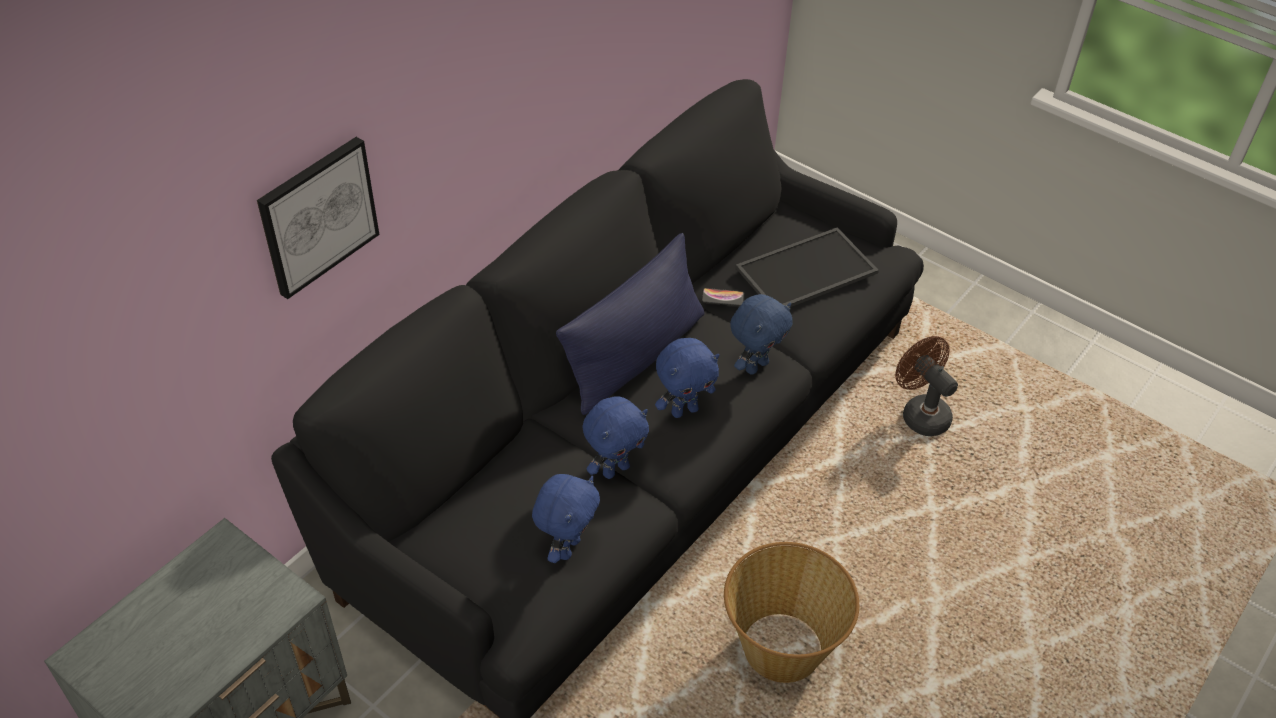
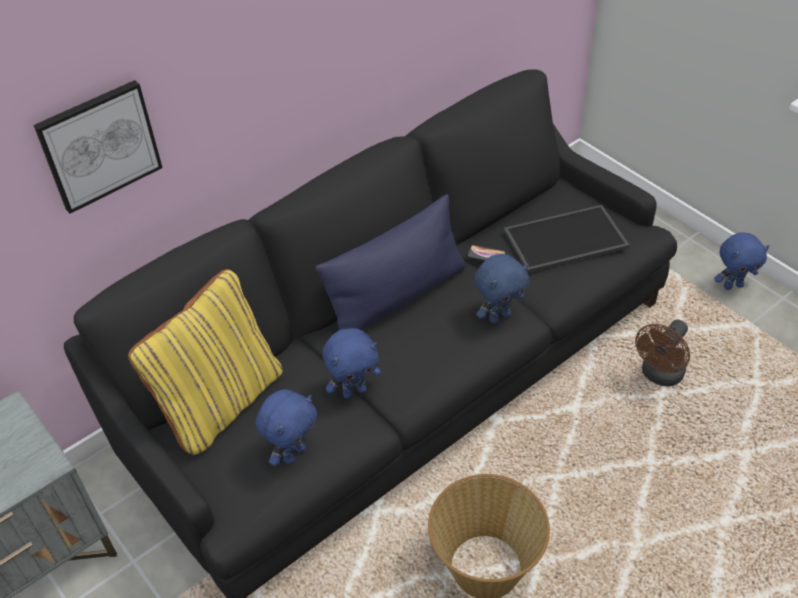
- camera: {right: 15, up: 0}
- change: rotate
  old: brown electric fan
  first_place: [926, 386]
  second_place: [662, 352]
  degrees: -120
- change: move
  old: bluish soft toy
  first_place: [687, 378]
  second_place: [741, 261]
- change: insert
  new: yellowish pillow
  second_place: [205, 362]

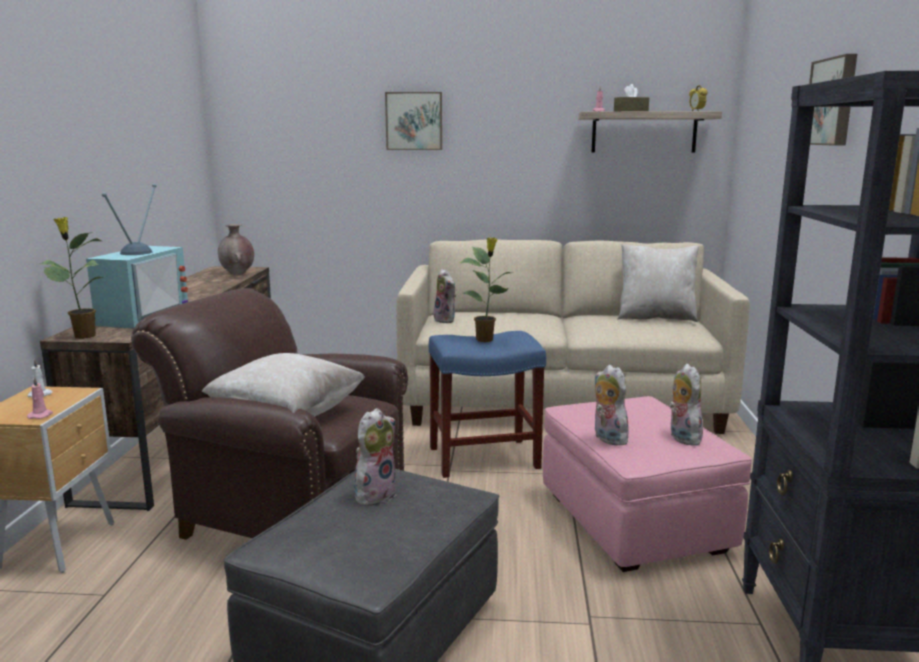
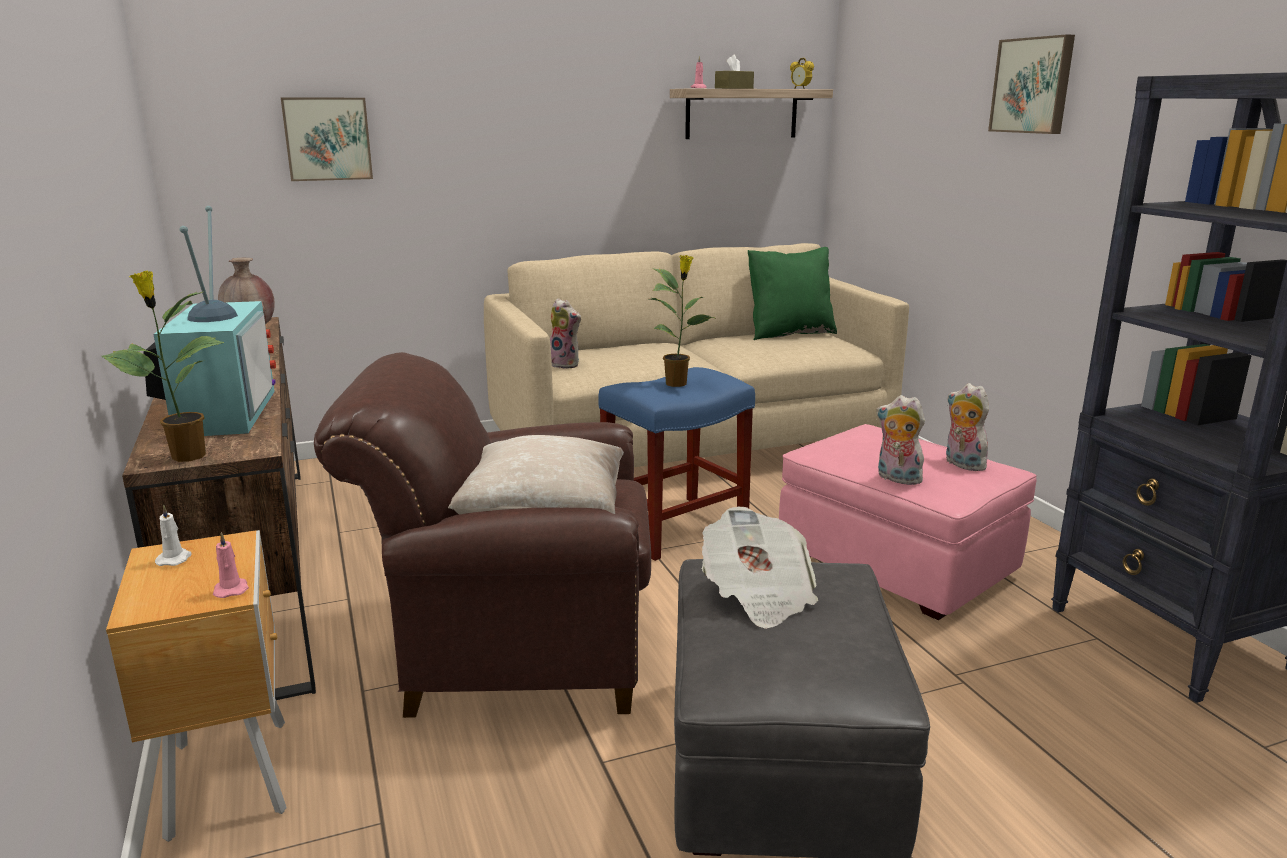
- camera: {right: -25, up: 5}
- change: move
  old: wall picture
  first_place: [413, 121]
  second_place: [327, 139]
- change: recolor
  old: sand-coloured pillow
  new: green pillow
  first_place: [658, 283]
  second_place: [792, 293]
- change: replace
  old: soft toy
  new: printed paper
  first_place: [375, 457]
  second_place: [760, 568]

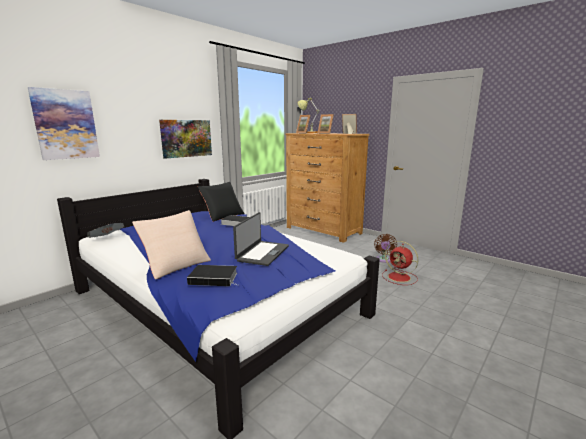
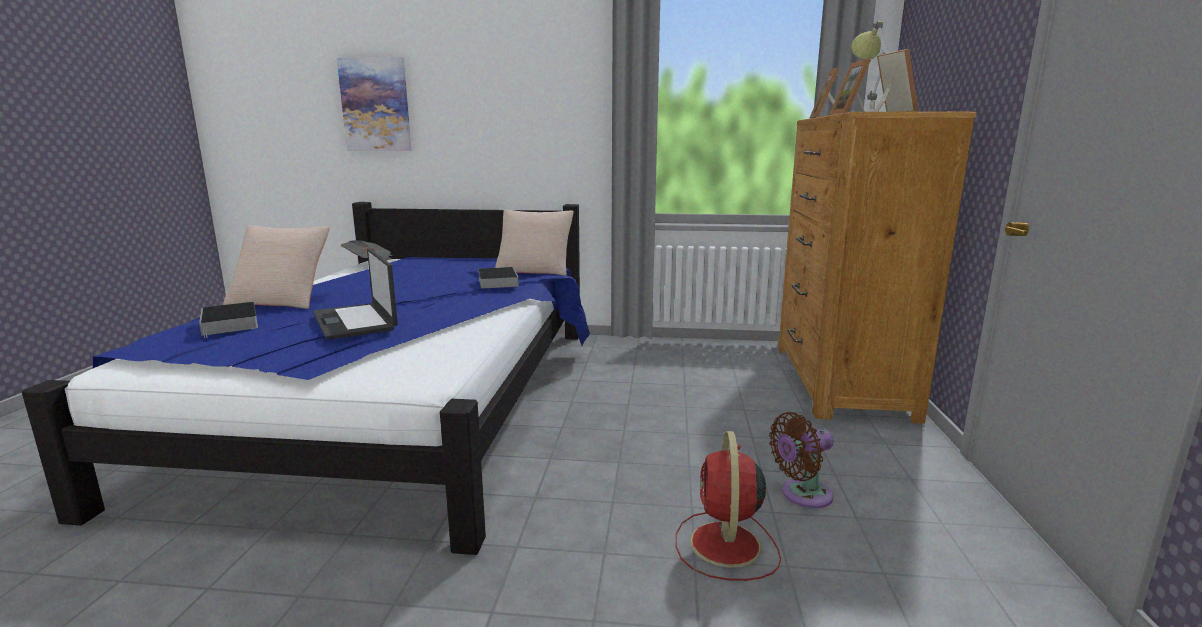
- camera: {right: 55, up: 0}
- change: delete
  old: wall picture
  first_place: [185, 139]
- change: recolor
  old: blackish pillow
  new: sand-coloured pillow
  first_place: [221, 202]
  second_place: [534, 243]
- change: rotate
  old: notebook computer
  first_place: [261, 239]
  second_place: [355, 294]
  degrees: 75

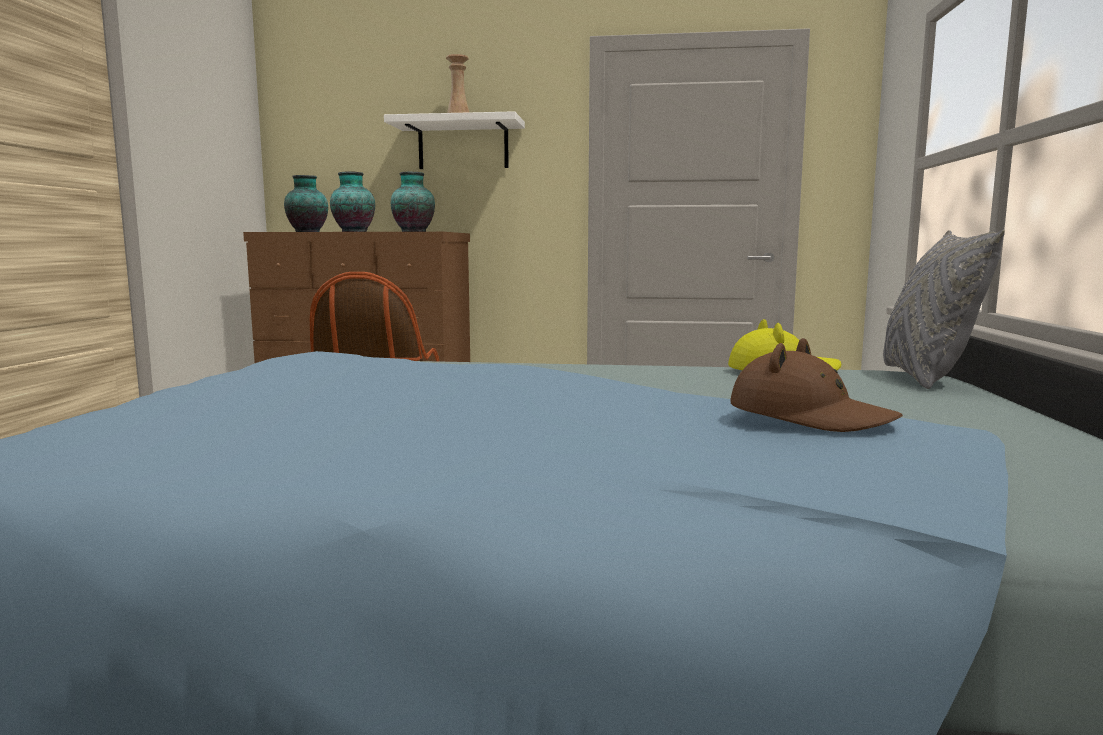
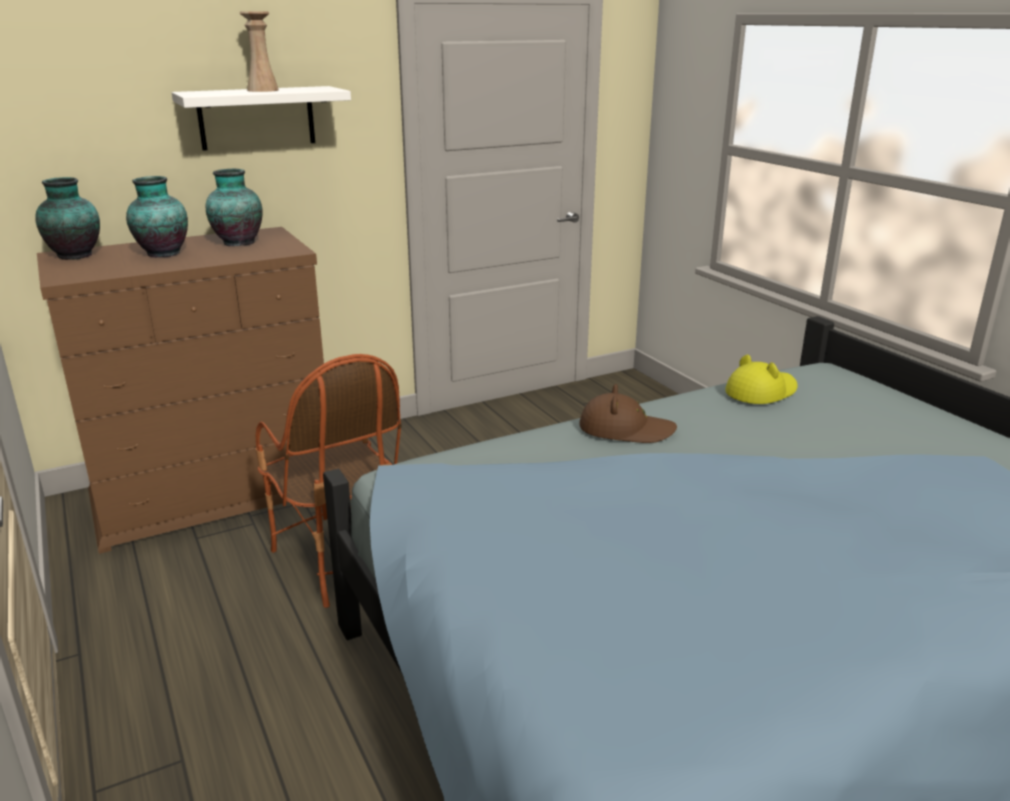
- camera: {right: -35, up: 15}
- change: delete
  old: greyish pillow
  first_place: [944, 309]
- change: move
  old: brown clothing hat
  first_place: [816, 385]
  second_place: [628, 413]

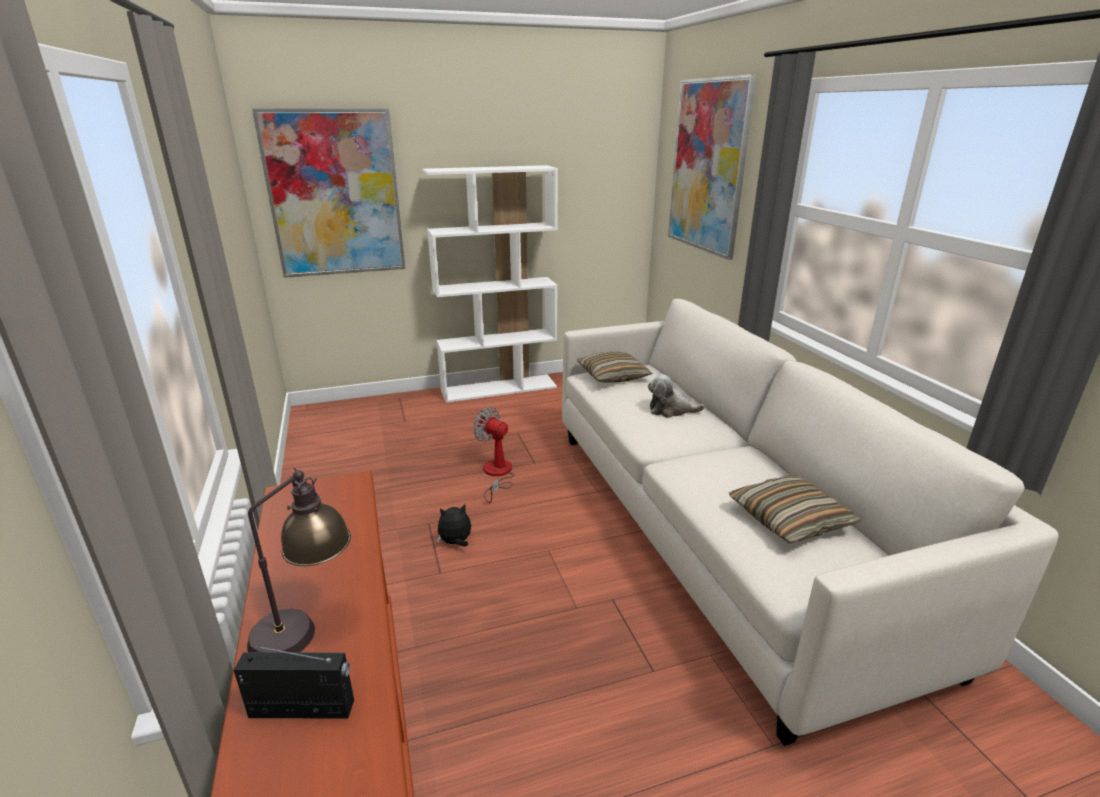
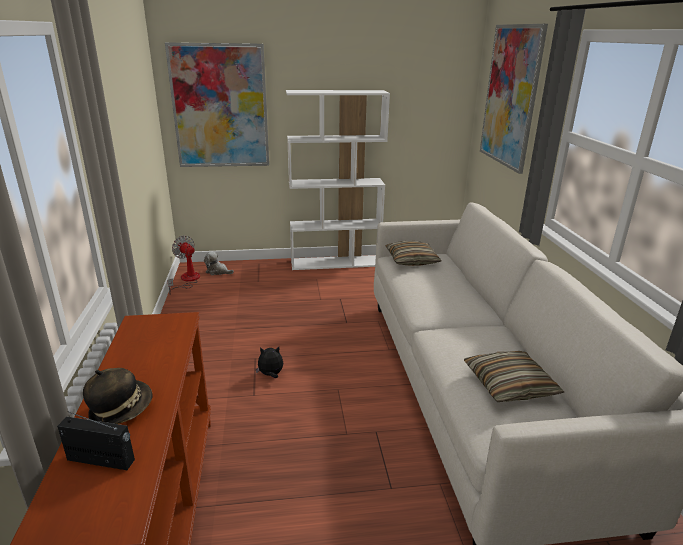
- camera: {right: 10, up: 0}
- change: move
  old: soft toy
  first_place: [676, 396]
  second_place: [219, 263]
- change: move
  old: electric fan
  first_place: [494, 455]
  second_place: [183, 265]
- change: replace
  old: lamp for a table
  new: clothing hat
  first_place: [299, 560]
  second_place: [118, 396]

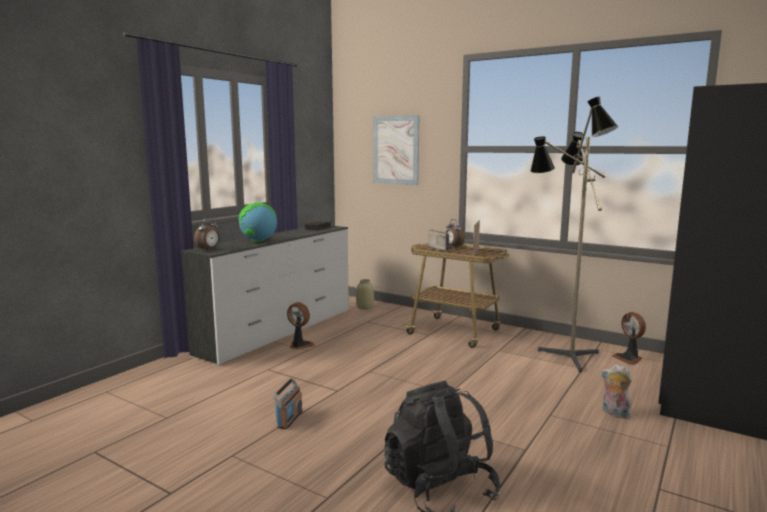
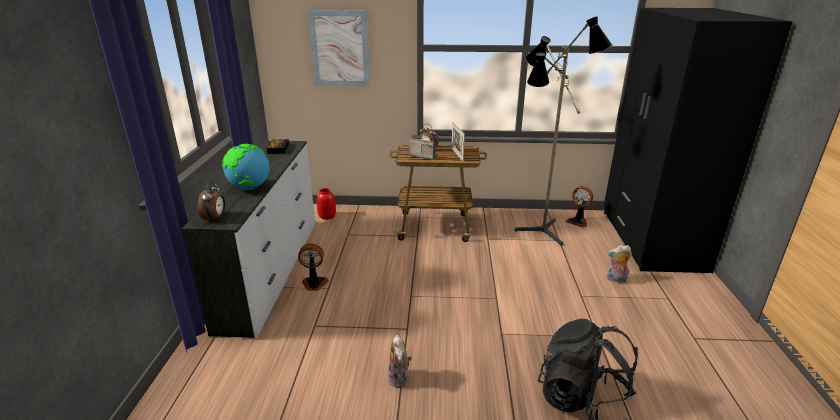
- camera: {right: -30, up: 15}
- change: recolor
  old: sand-coloured vase
  new: reddish vase
  first_place: [365, 294]
  second_place: [326, 204]
- change: replace
  old: radio receiver
  new: soft toy
  first_place: [288, 403]
  second_place: [400, 361]

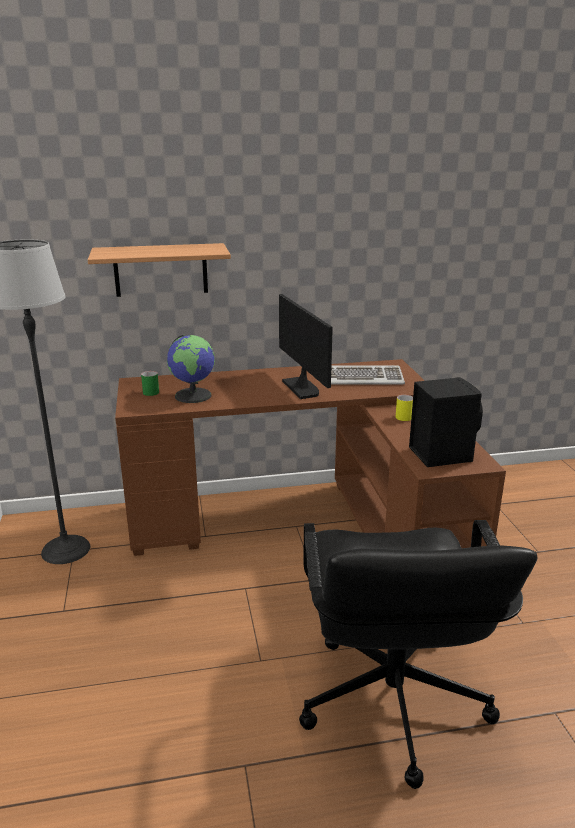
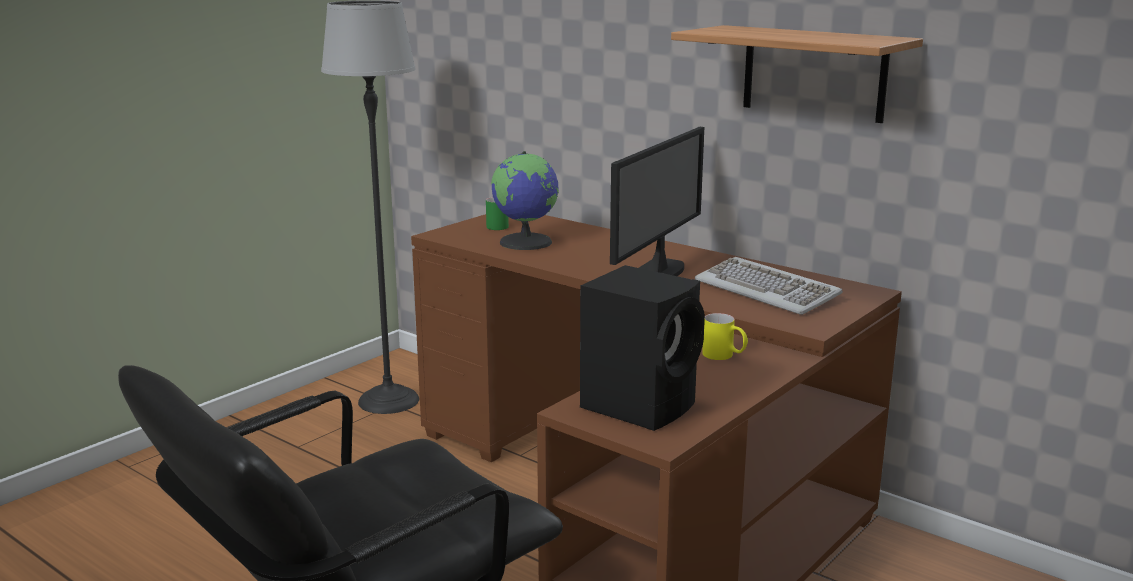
- camera: {right: 50, up: -5}
- change: move
  old: shelf
  first_place: [159, 270]
  second_place: [797, 74]

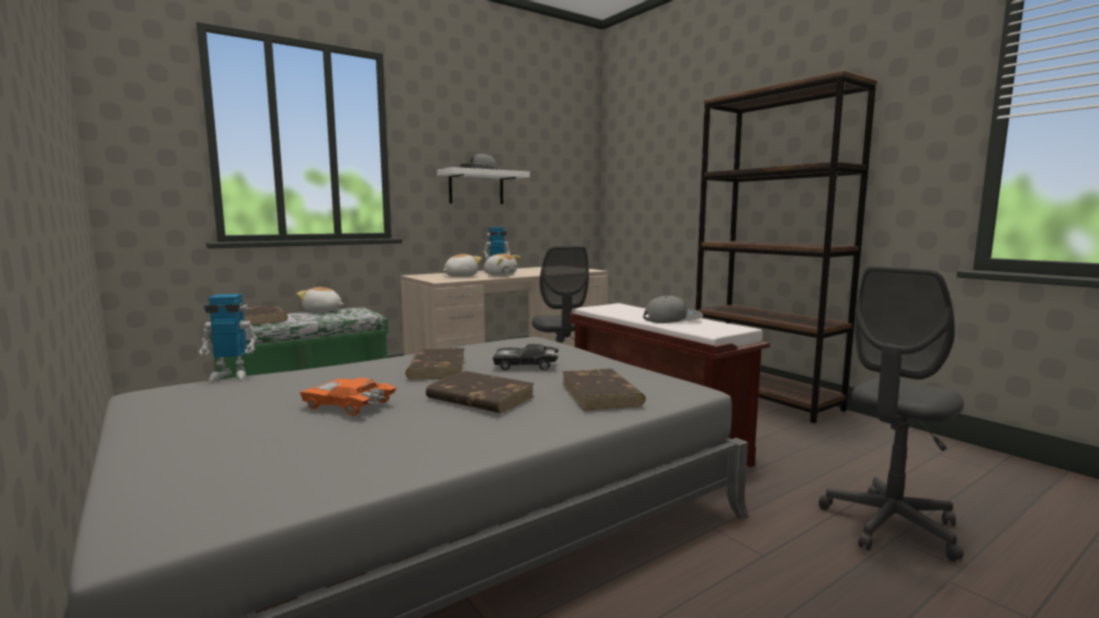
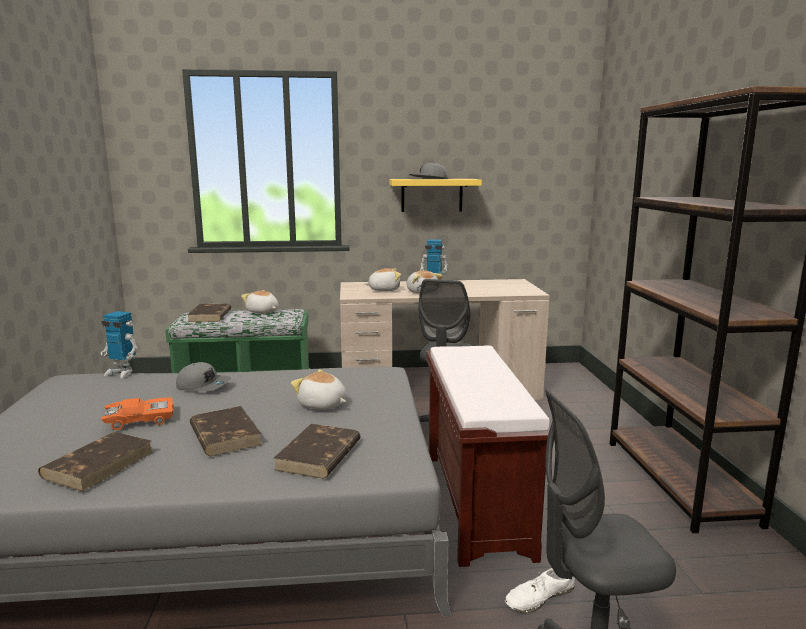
- camera: {right: 30, up: 5}
- change: recolor
  old: white shelf
  new: yellowish shelf
  first_place: [483, 185]
  second_place: [435, 195]
- change: move
  old: greyish baseball cap
  first_place: [673, 309]
  second_place: [203, 377]
- change: replace
  old: blackish miniature car
  new: soft toy
  first_place: [526, 357]
  second_place: [318, 389]
- change: move
  old: brown volume
  first_place: [435, 364]
  second_place: [95, 462]
- change: rotate
  old: orange-coloured miniature car
  first_place: [348, 397]
  second_place: [137, 414]
  degrees: 105
- change: insert
  new: white shoe
  second_place: [540, 590]

